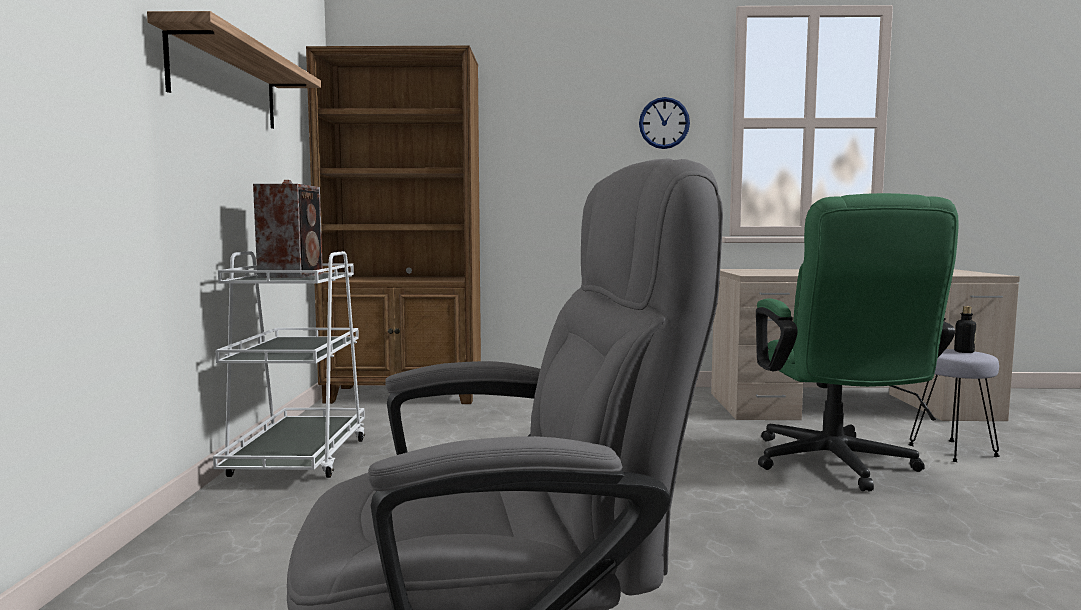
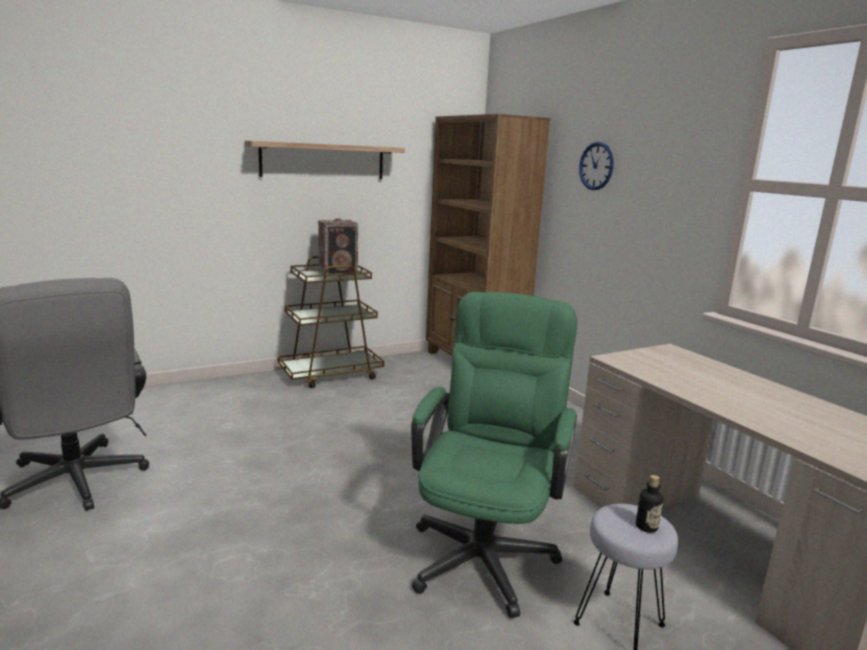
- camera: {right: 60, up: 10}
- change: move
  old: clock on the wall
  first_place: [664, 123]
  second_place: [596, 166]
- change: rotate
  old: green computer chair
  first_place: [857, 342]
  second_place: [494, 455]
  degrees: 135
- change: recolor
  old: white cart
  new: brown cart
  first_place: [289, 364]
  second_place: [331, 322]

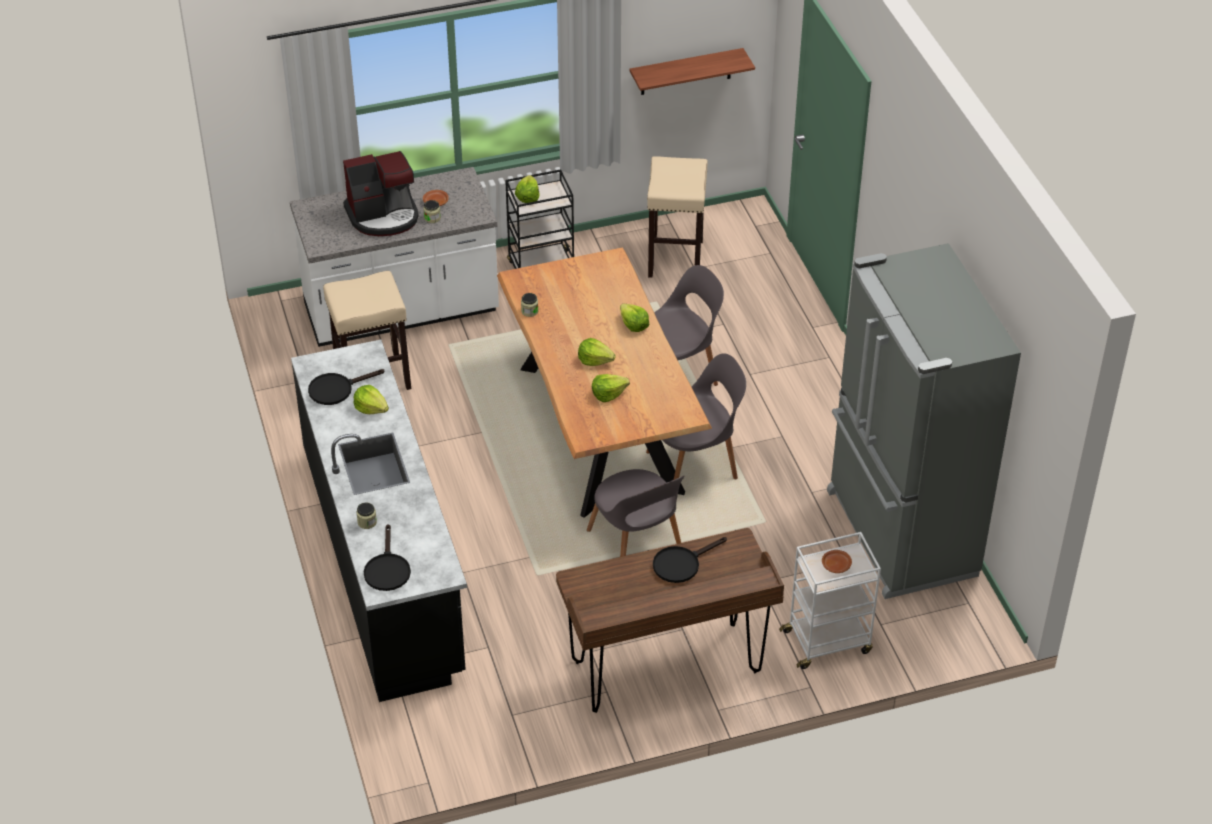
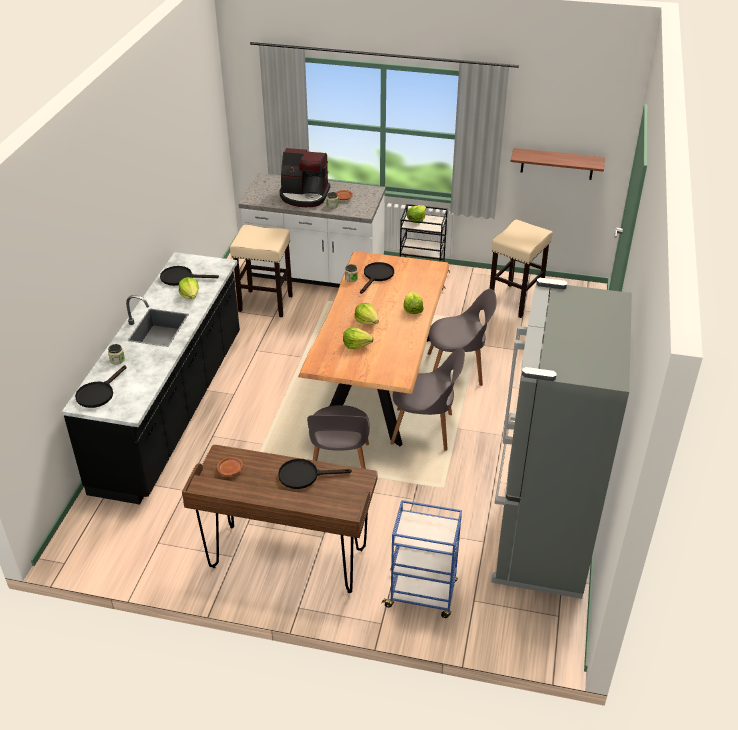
- camera: {right: 30, up: -5}
- change: recolor
  old: white cart
  new: bluish cart
  first_place: [830, 600]
  second_place: [421, 559]
- change: move
  old: brown dinner plate
  first_place: [837, 561]
  second_place: [230, 466]
- change: insert
  new: blackish frying pan
  second_place: [377, 278]

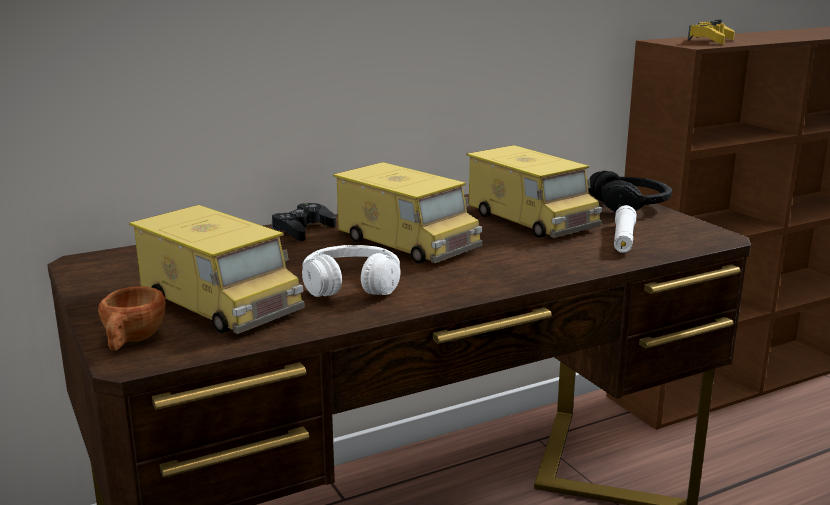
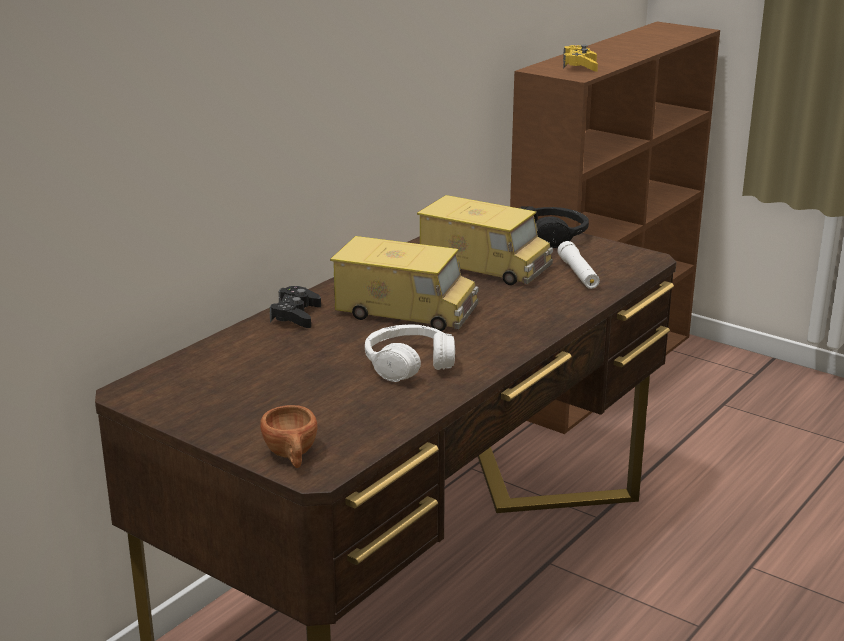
- camera: {right: -25, up: 5}
- change: delete
  old: toy lorry
  first_place: [217, 269]

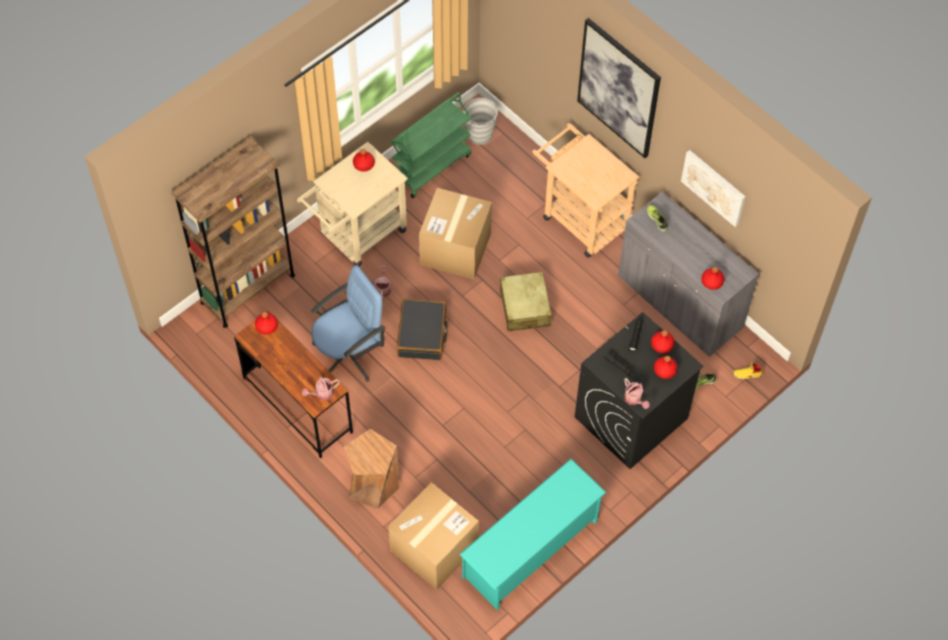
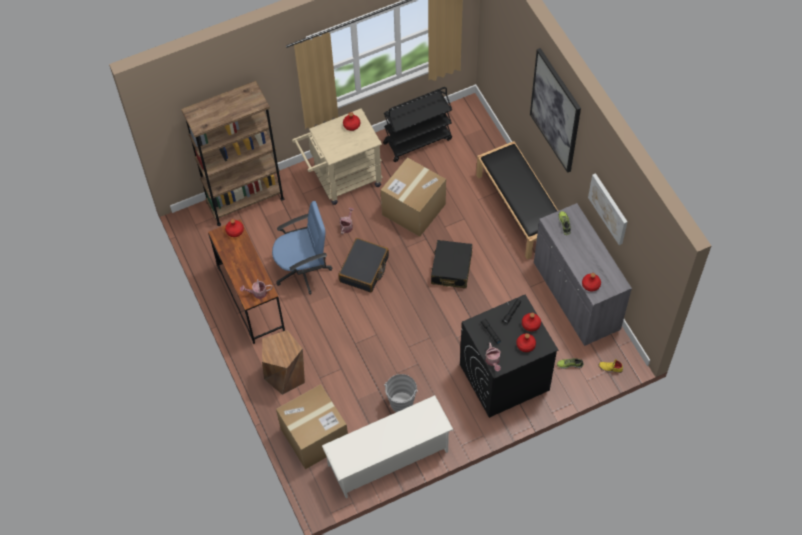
- camera: {right: 20, up: 0}
- change: recolor
  old: green cart
  new: blackish cart
  first_place: [431, 145]
  second_place: [417, 124]
- change: move
  old: greyish bucket
  first_place: [481, 121]
  second_place: [401, 393]
- change: replace
  old: sand-coloured cart
  new: blackish bench
  first_place: [586, 190]
  second_place: [517, 200]
- change: recolor
  old: sand-coloured travel case
  new: blackish travel case
  first_place: [526, 301]
  second_place: [451, 264]
- change: recolor
  old: turquoise shoe stand
  new: white shoe stand
  first_place: [533, 534]
  second_place: [388, 446]

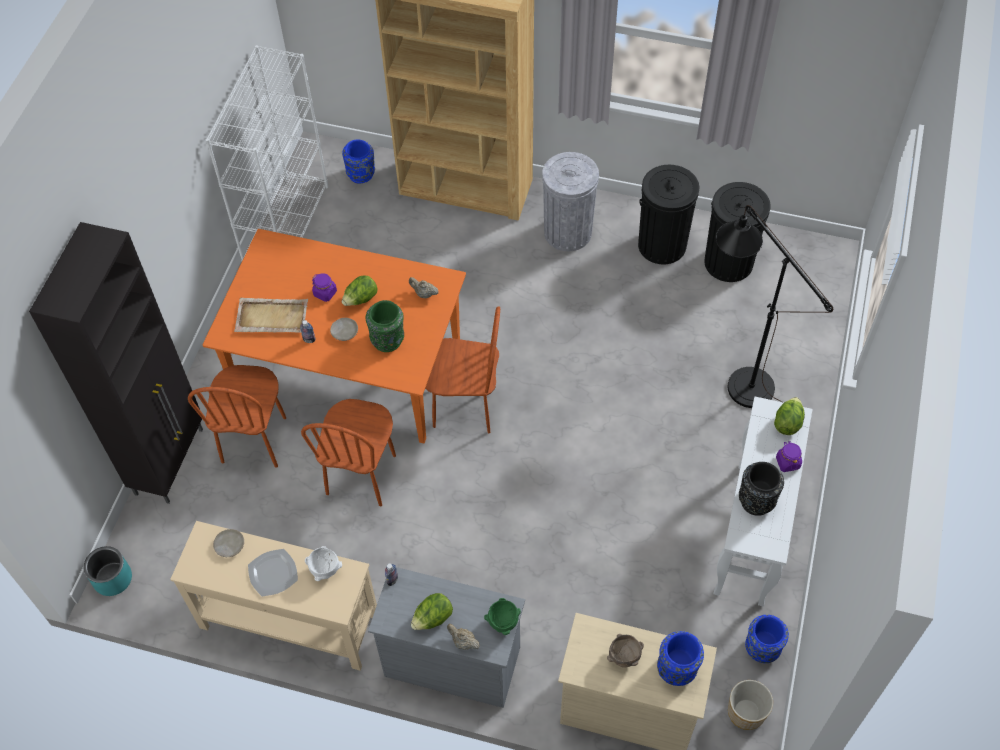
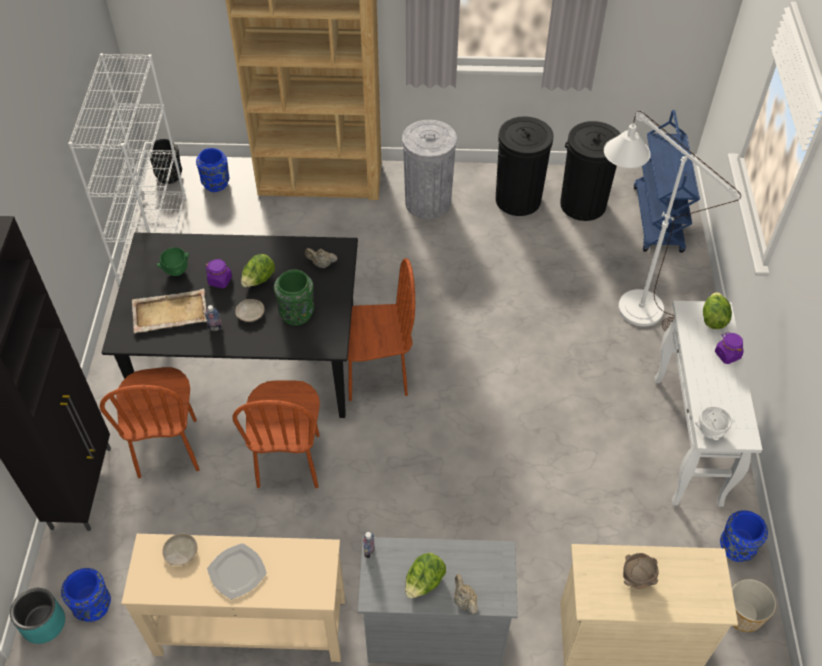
- camera: {right: -15, up: -5}
- change: recolor
  old: blackish floor lamp
  new: white floor lamp
  first_place: [774, 306]
  second_place: [672, 221]
- change: recolor
  old: orange-coloured dining table
  new: blackish dining table
  first_place: [334, 336]
  second_place: [229, 325]
- change: move
  old: blackish vase
  first_place: [761, 489]
  second_place: [165, 161]
- change: move
  old: white bowl
  first_place: [323, 563]
  second_place: [715, 423]
- change: move
  old: green bowl
  first_place: [502, 616]
  second_place: [173, 262]
- change: rotate
  old: sand-coloured pot for tea
  first_place: [463, 637]
  second_place: [466, 594]
  degrees: 45
- change: move
  old: bluish vase
  first_place: [680, 658]
  second_place: [86, 595]
- change: insert
  new: bluish cart
  second_place: [667, 181]

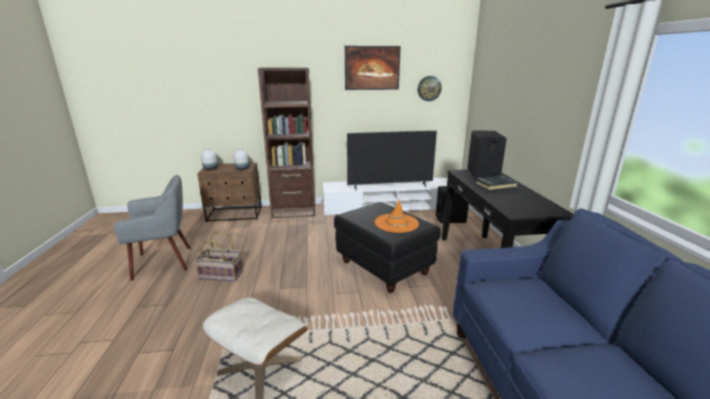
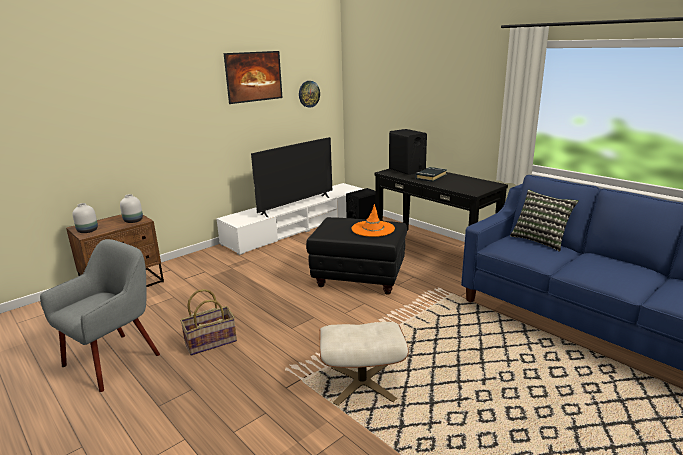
- camera: {right: -35, up: 0}
- change: delete
  old: brown shelving unit
  first_place: [286, 142]
- change: insert
  new: pillow
  second_place: [544, 220]

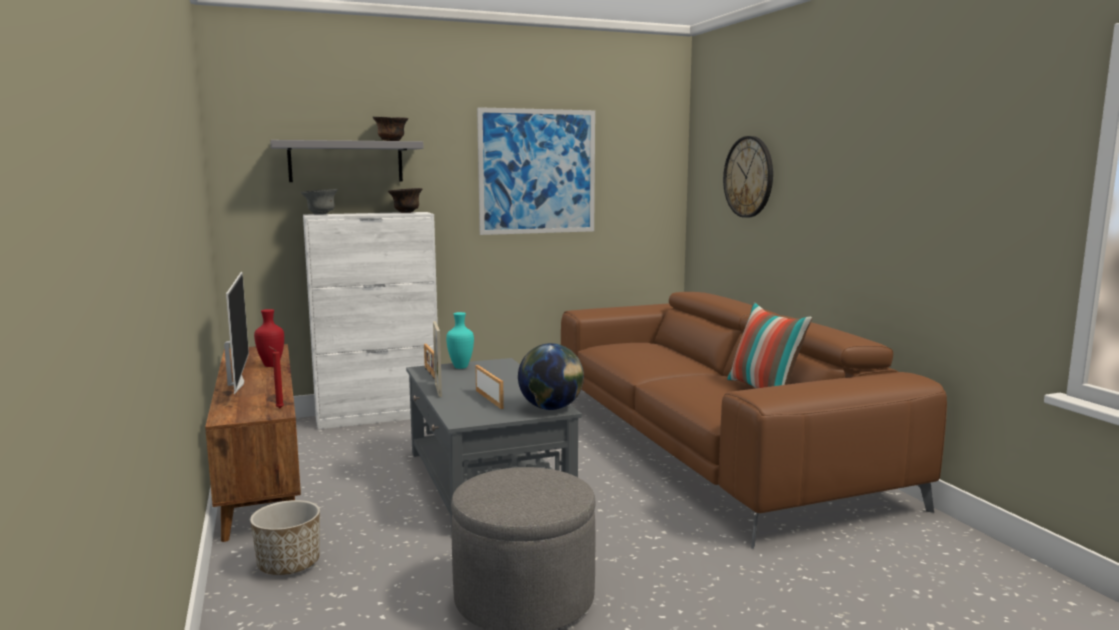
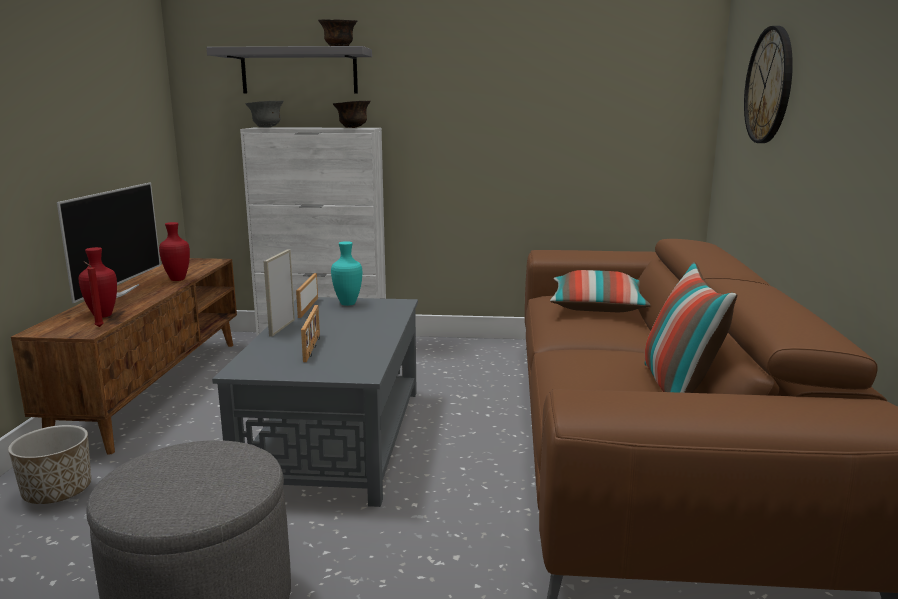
- camera: {right: 25, up: 5}
- change: delete
  old: wall picture
  first_place: [536, 171]
- change: delete
  old: desk globe
  first_place: [551, 376]
- change: insert
  new: reddish vase
  second_place: [98, 282]
- change: insert
  new: pillow
  second_place: [600, 291]

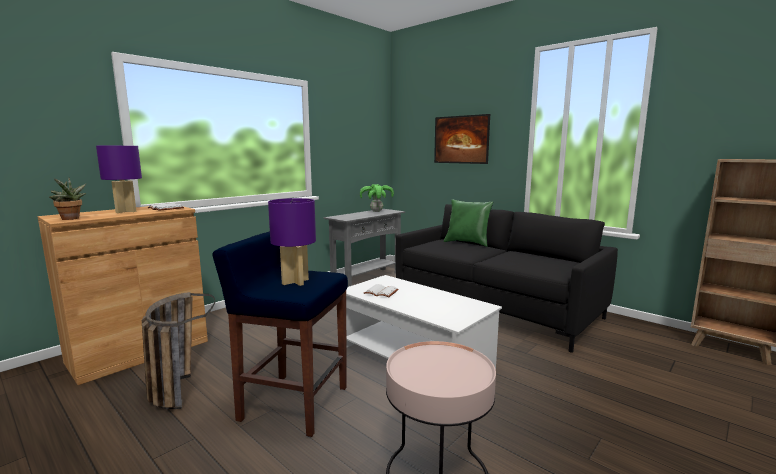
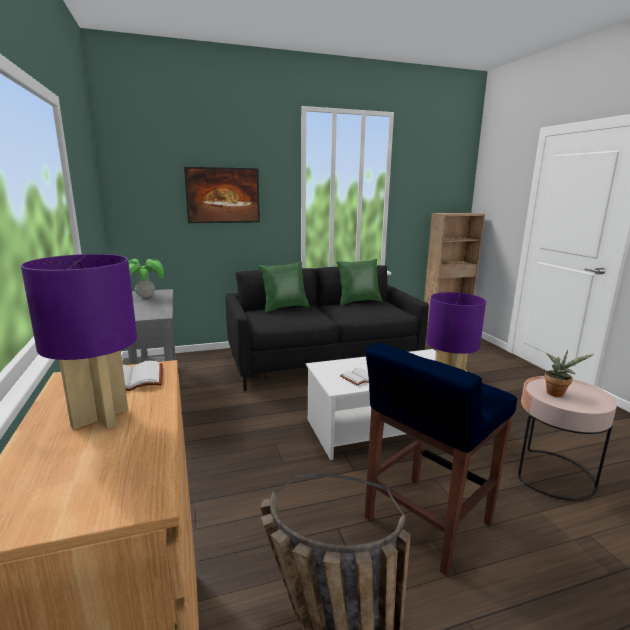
- camera: {right: -60, up: 5}
- change: move
  old: houseplant
  first_place: [67, 198]
  second_place: [569, 373]
- change: insert
  new: green pillow
  second_place: [359, 282]

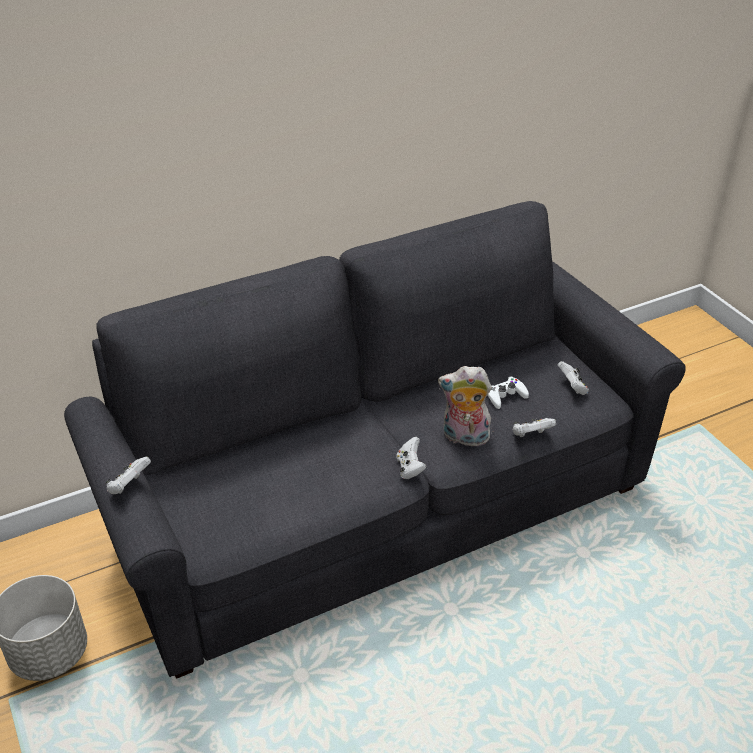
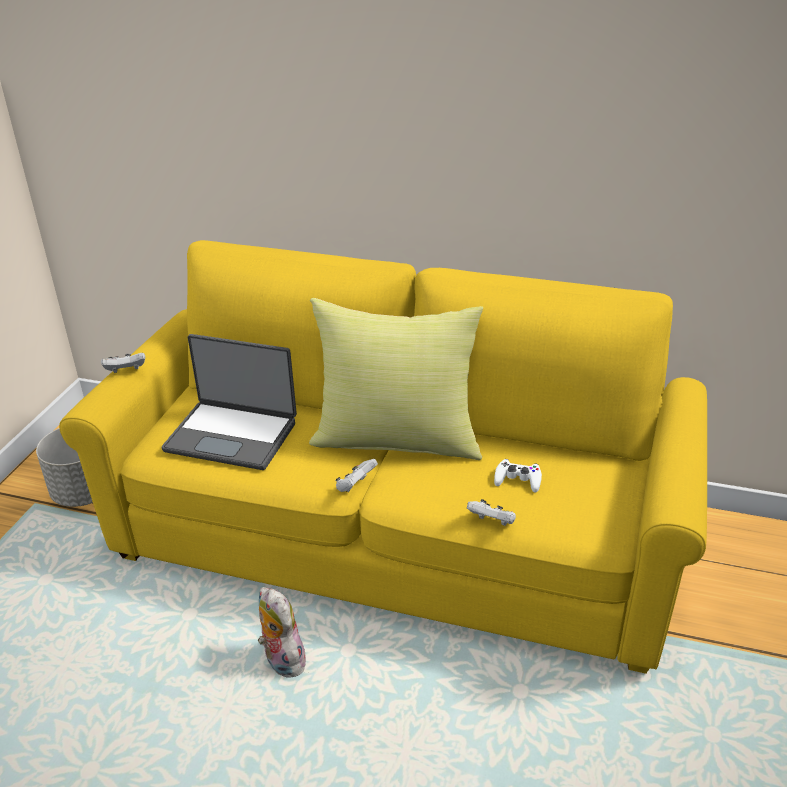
- camera: {right: 45, up: -5}
- change: recolor
  old: greyish sofa
  new: yellowish sofa
  first_place: [375, 439]
  second_place: [383, 457]
- change: delete
  old: white gamepad
  first_place: [573, 378]
- change: move
  old: soft toy
  first_place: [465, 408]
  second_place: [283, 632]
- change: insert
  new: yellowish pillow
  second_place: [396, 379]
- change: insert
  new: notebook computer
  second_place: [229, 402]

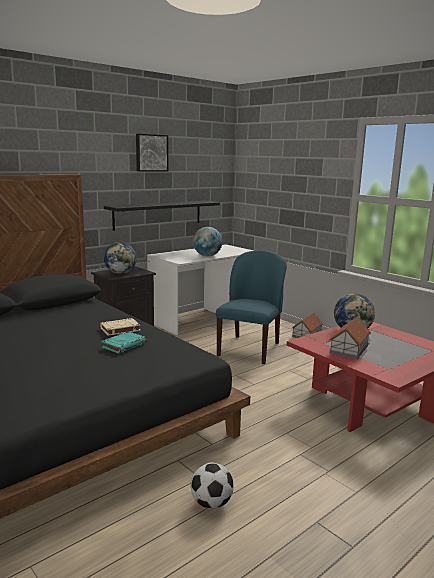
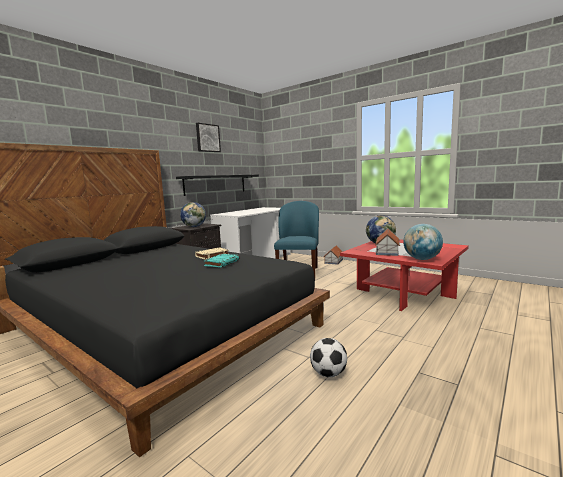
- camera: {right: -10, up: -5}
- change: move
  old: desk globe
  first_place: [207, 241]
  second_place: [423, 242]

